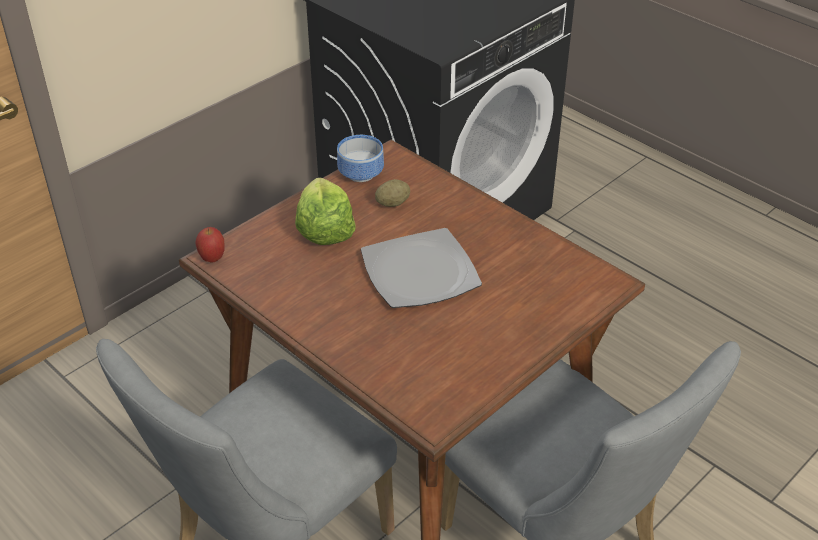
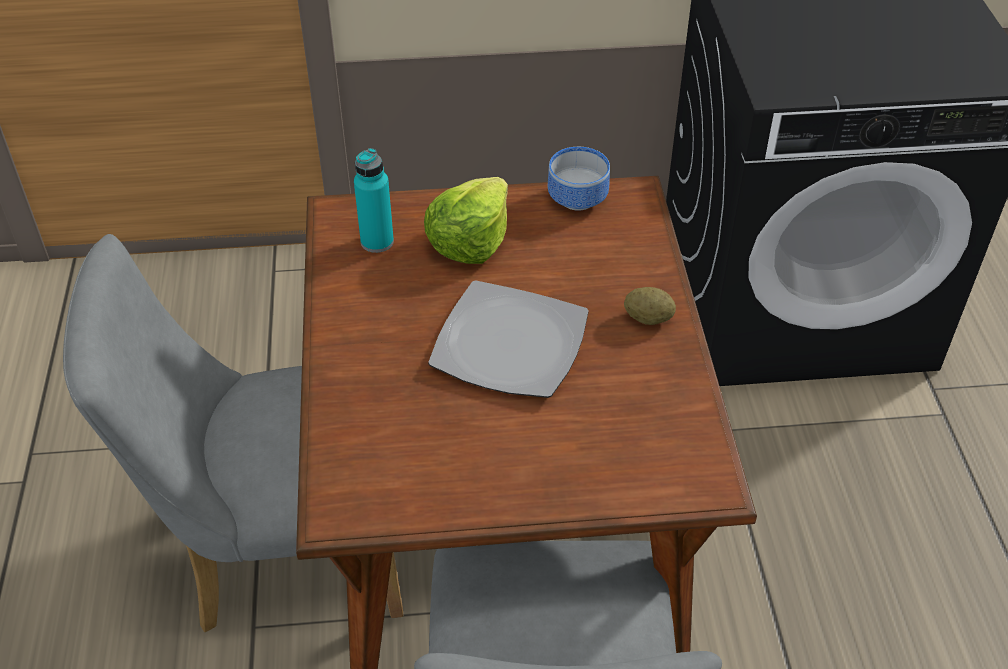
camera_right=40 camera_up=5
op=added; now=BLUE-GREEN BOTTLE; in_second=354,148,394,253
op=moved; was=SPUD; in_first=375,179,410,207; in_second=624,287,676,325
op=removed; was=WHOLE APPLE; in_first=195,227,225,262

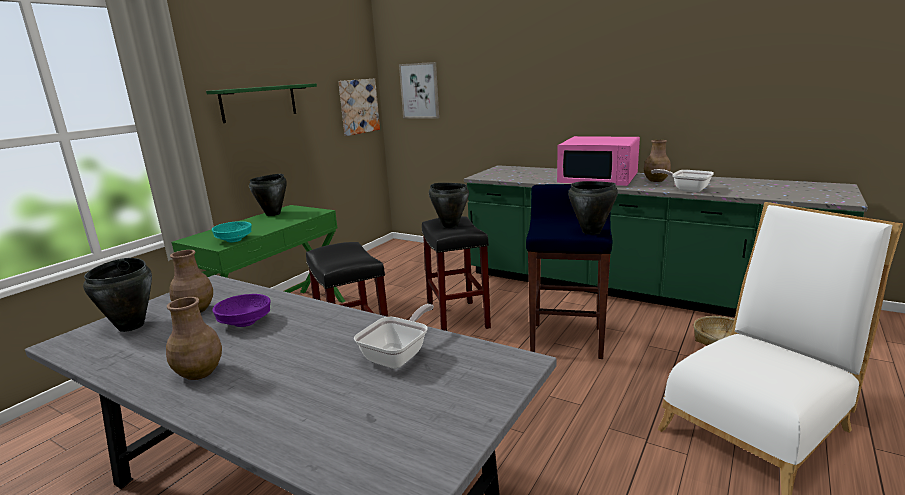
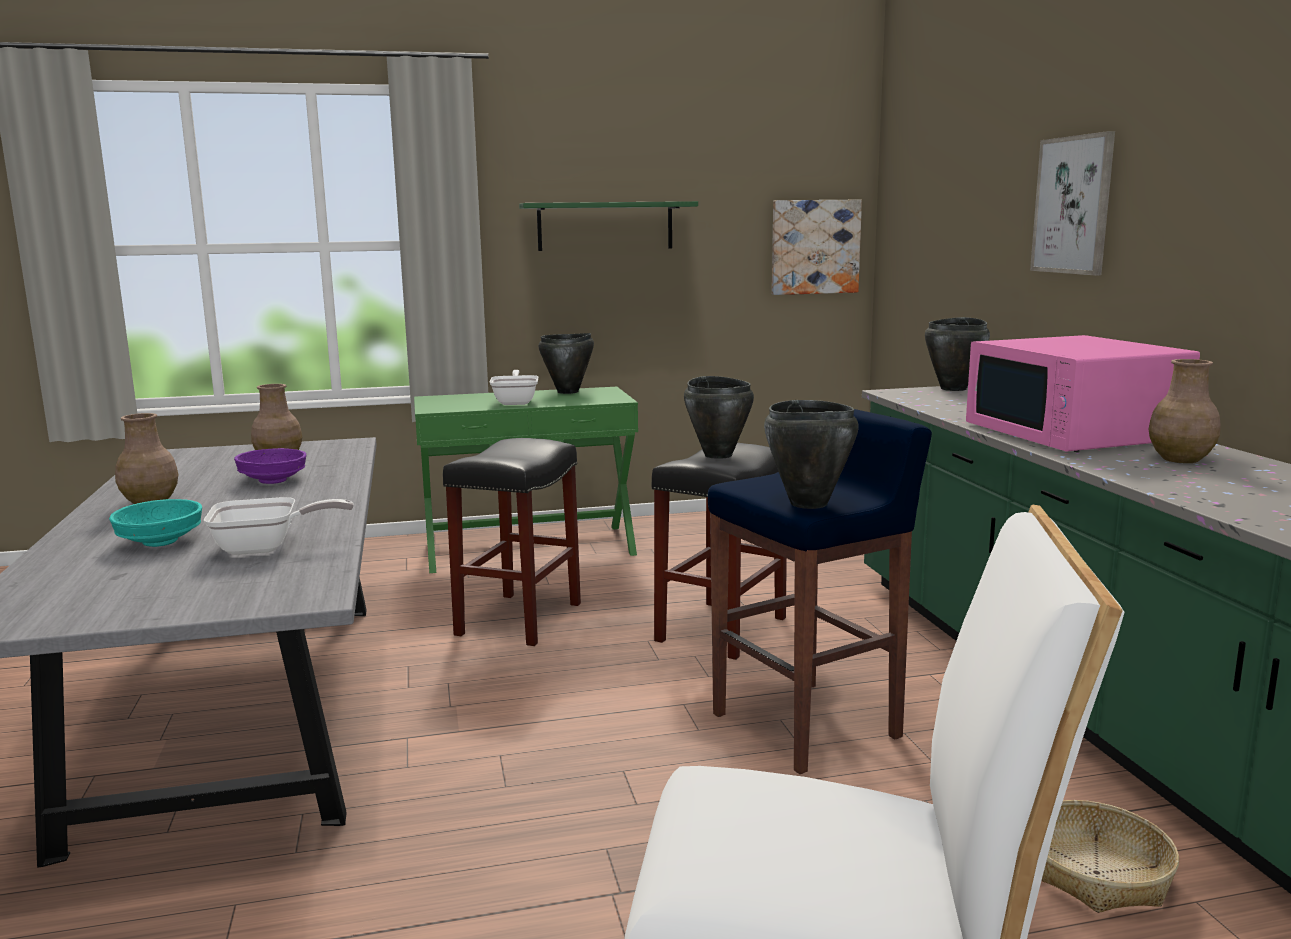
camera_right=45 camera_up=-5
op=moved; was=BLUE-GREEN SERVING BOWL; in_first=211,221,252,242; in_second=109,499,202,547
op=moved; was=PAN; in_first=651,169,714,192; in_second=490,370,538,405
op=moved; was=BLACK-COLOURED STOCKPOT; in_first=83,258,152,332; in_second=925,317,990,391
op=moved; was=WALL PICTURE; in_first=399,62,439,118; in_second=1030,131,1115,275

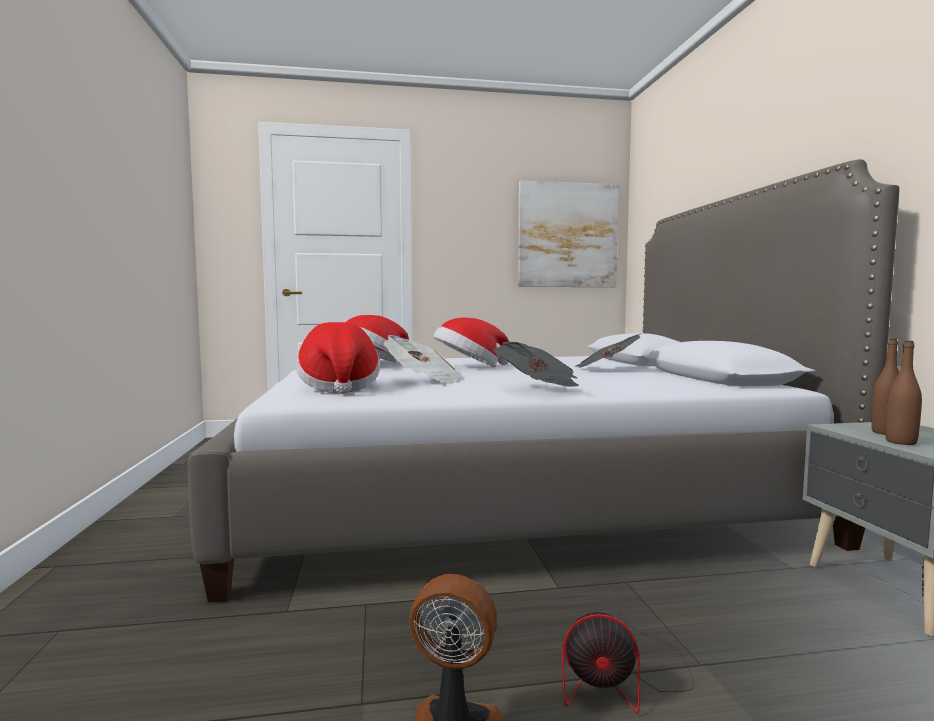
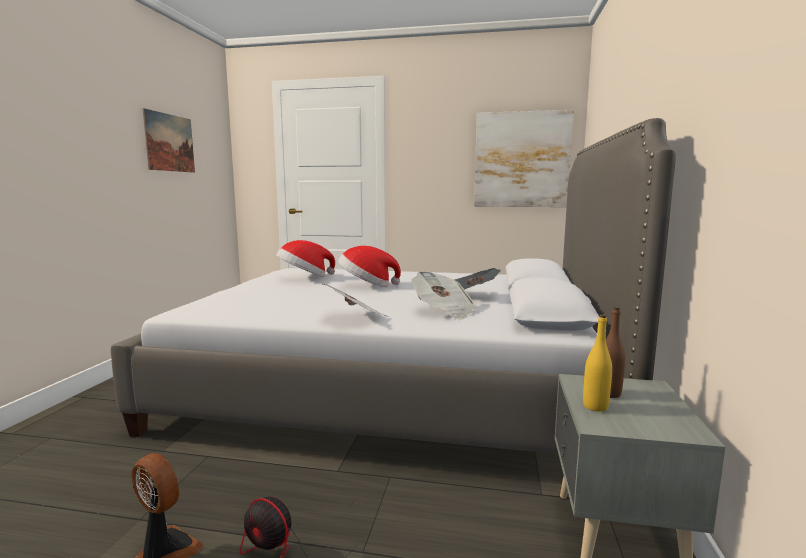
camera_right=20 camera_up=5
op=added; now=WALL PICTURE; in_second=142,108,195,173
op=moved; was=NEWSPAPER; in_first=384,335,461,385; in_second=411,271,477,320
op=recoloured; was=BROWN-COLOURED BOTTLE; now=YELLOWISH BOTTLE; in_first=885,341,922,445; in_second=583,315,612,412
op=removed; was=CLOTHING HAT; in_first=296,322,380,394

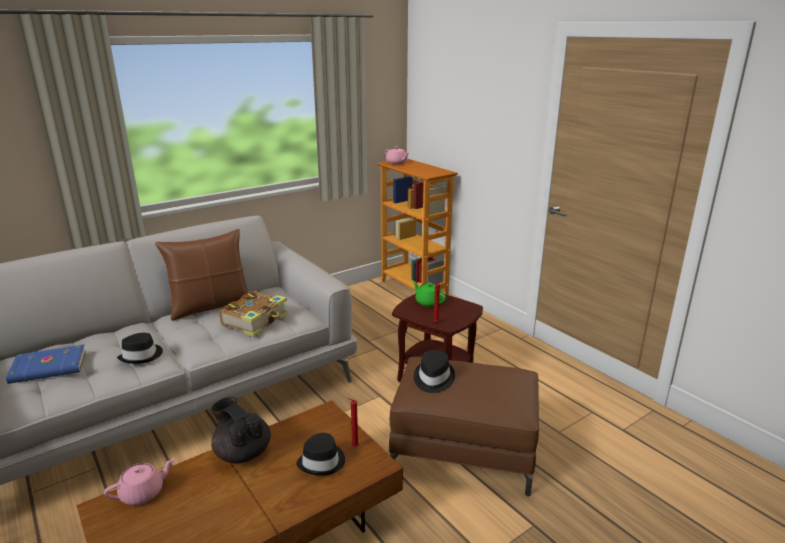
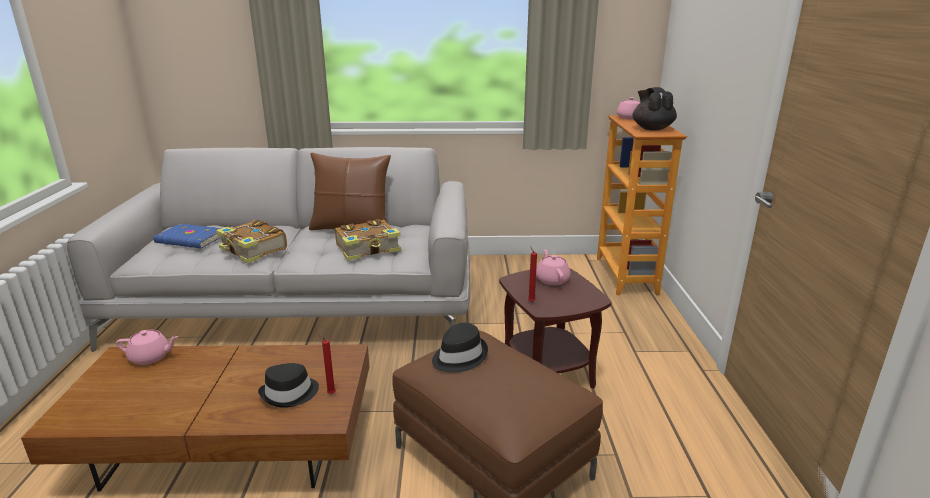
camera_right=35 camera_up=0
op=replaced; was=BLACK-COLOURED CLOTHING HAT; now=BOUND BOOK; in_first=117,333,163,364; in_second=216,220,287,263
op=recoloured; was=GREEN-COLOURED TEA POT; now=PINKISH TEA POT; in_first=412,281,446,307; in_second=536,249,570,285
op=moved; was=BLACK-COLOURED TEA POT; in_first=210,397,271,463; in_second=633,87,677,131

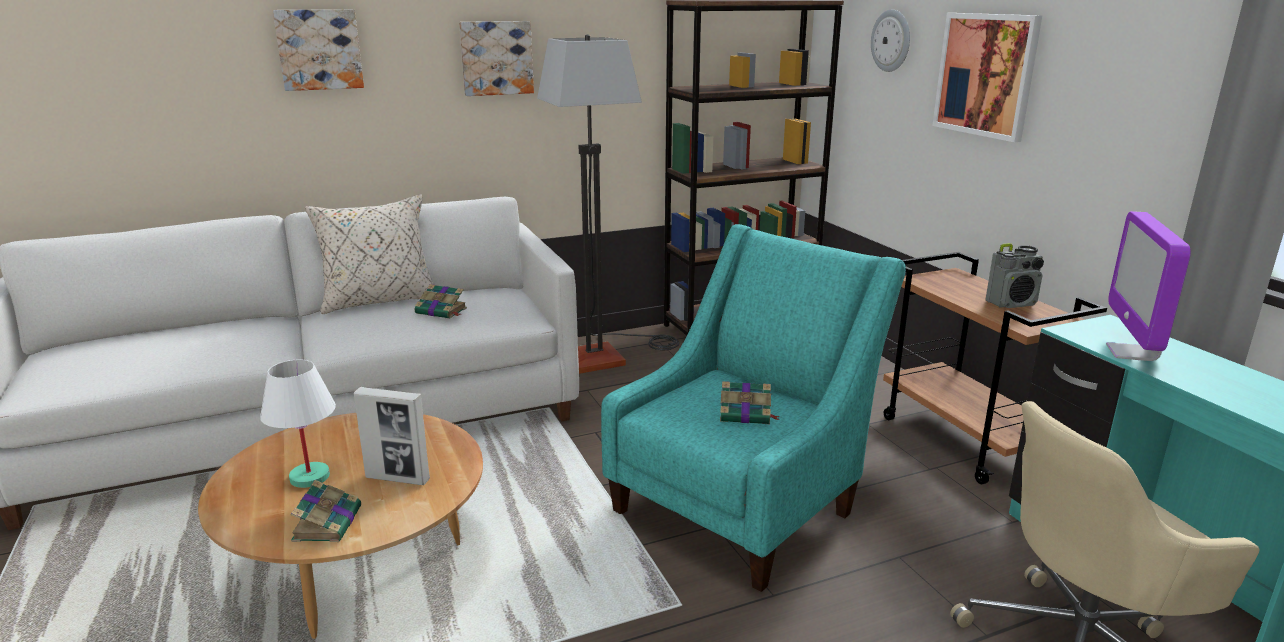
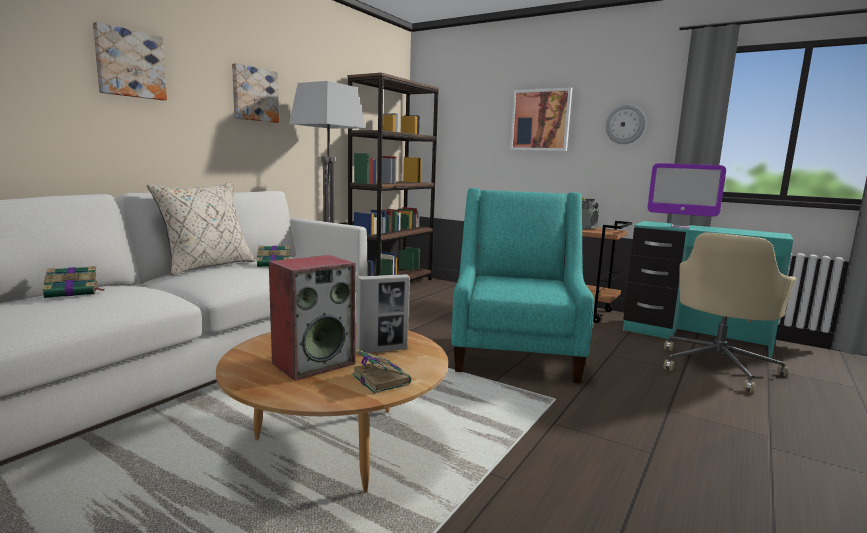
camera_right=-35 camera_up=-10
op=moved; was=BOUND BOOK; in_first=720,381,780,424; in_second=43,266,103,298
op=replaced; was=WHITISH TABLE LAMP; now=AUDIO SPEAKER; in_first=260,359,336,488; in_second=269,255,355,381
op=moved; was=HANGING CLOCK; in_first=871,9,910,72; in_second=606,105,645,144
op=turned; was=MONITOR; in_first=1106,211,1191,361; in_second=647,163,726,229; clockwise=-45

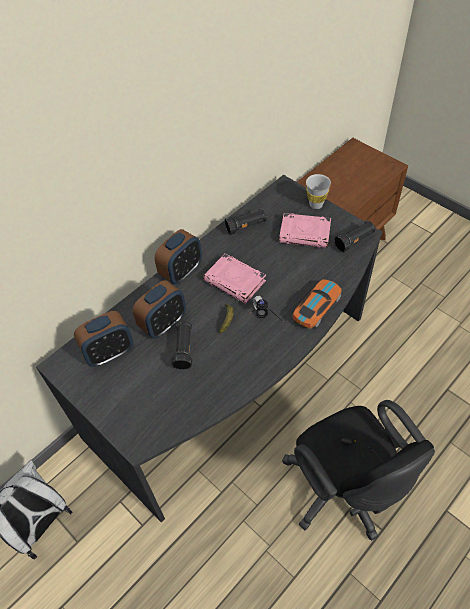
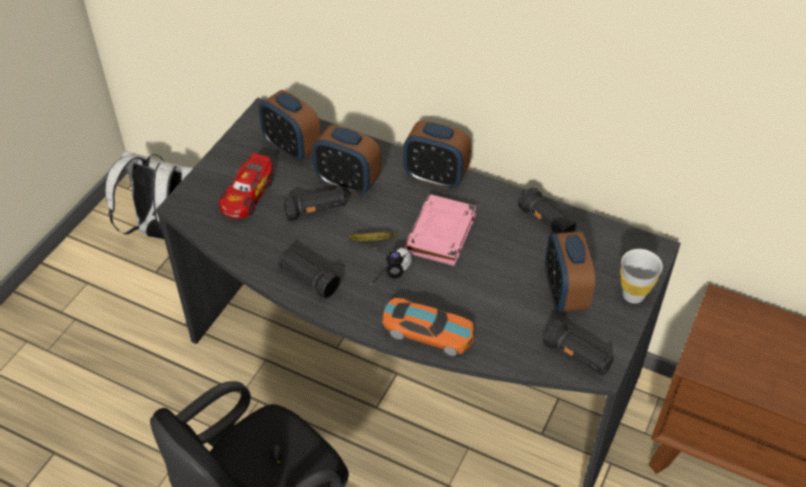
camera_right=70 camera_up=-5
op=added; now=MINIATURE CAR; in_second=219,152,273,219
op=added; now=BLACK-COLOURED TORCH; in_second=278,248,341,299
op=replaced; was=PINKISH BOUND BOOK; now=ALARM CLOCK; in_first=279,213,331,248; in_second=545,231,595,312

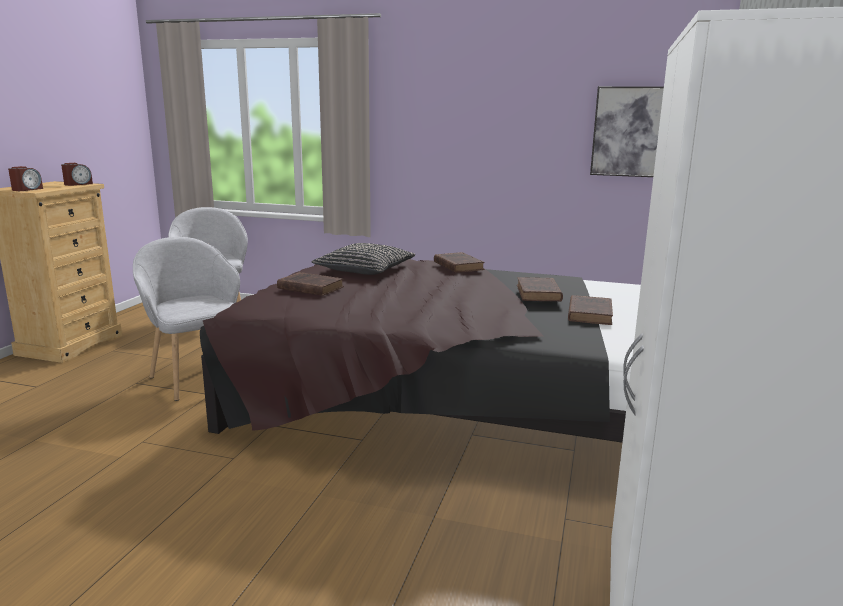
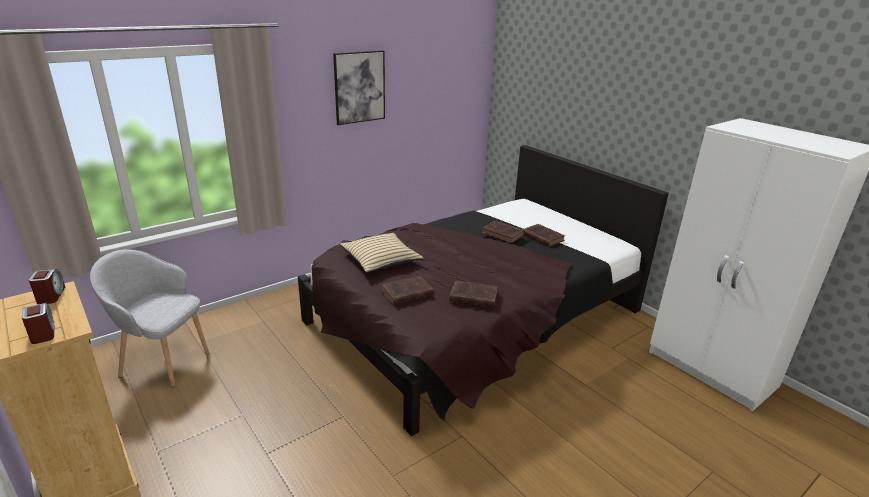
camera_right=-55 camera_up=10
op=moved; was=WALL PICTURE; in_first=590,86,664,177; in_second=333,50,385,125
op=recoloured; was=BLACK-COLOURED THROW PILLOW; now=SAND-COLOURED THROW PILLOW; in_first=312,243,415,275; in_second=340,233,424,272
op=moved; was=BROWN-COLOURED BOUND BOOK; in_first=434,252,485,273; in_second=449,280,498,308
op=removed; was=GREYISH EASY CHAIR; in_first=133,237,240,401

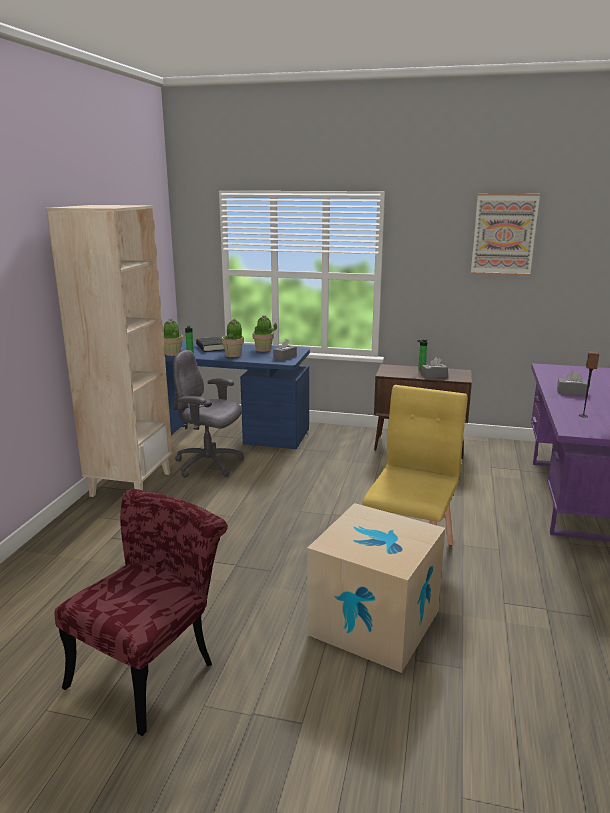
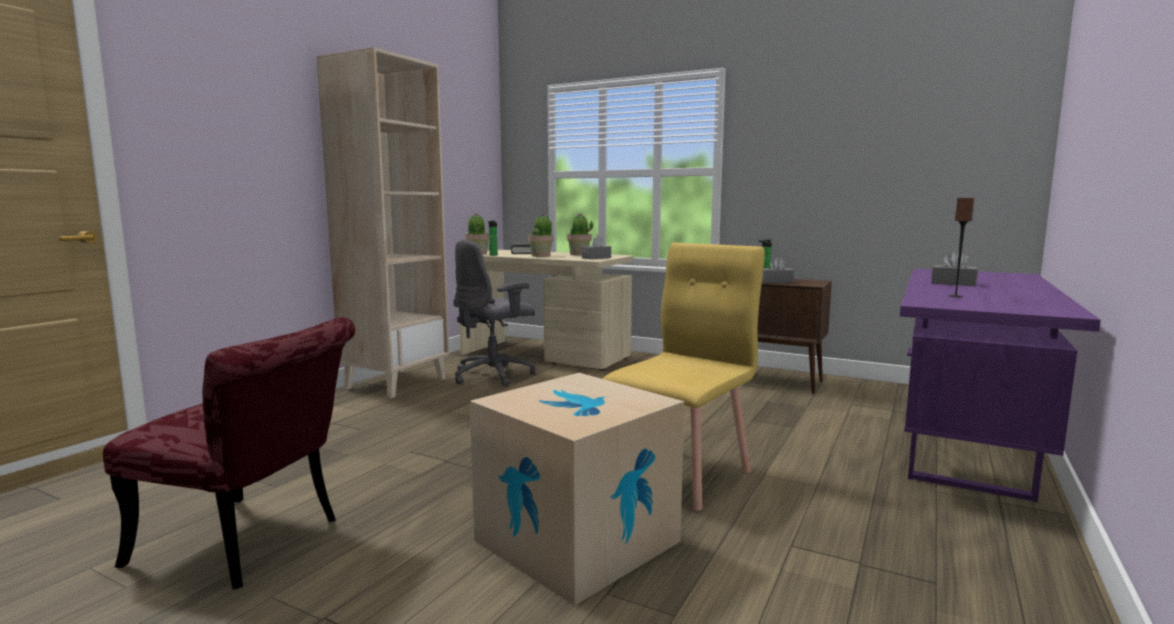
camera_right=15 camera_up=-10
op=turned; was=REDDISH UPRIGHT CHAIR; in_first=54,489,228,736; in_second=103,317,355,590; clockwise=60
op=turned; was=GREYISH OFFICE CHAIR; in_first=173,350,244,478; in_second=453,240,535,387; clockwise=-75
op=recoloured; was=BLUISH DESK; now=SAND-COLOURED DESK; in_first=165,341,310,449; in_second=459,250,634,371
op=removed; was=WALL PICTURE; in_first=471,194,540,276

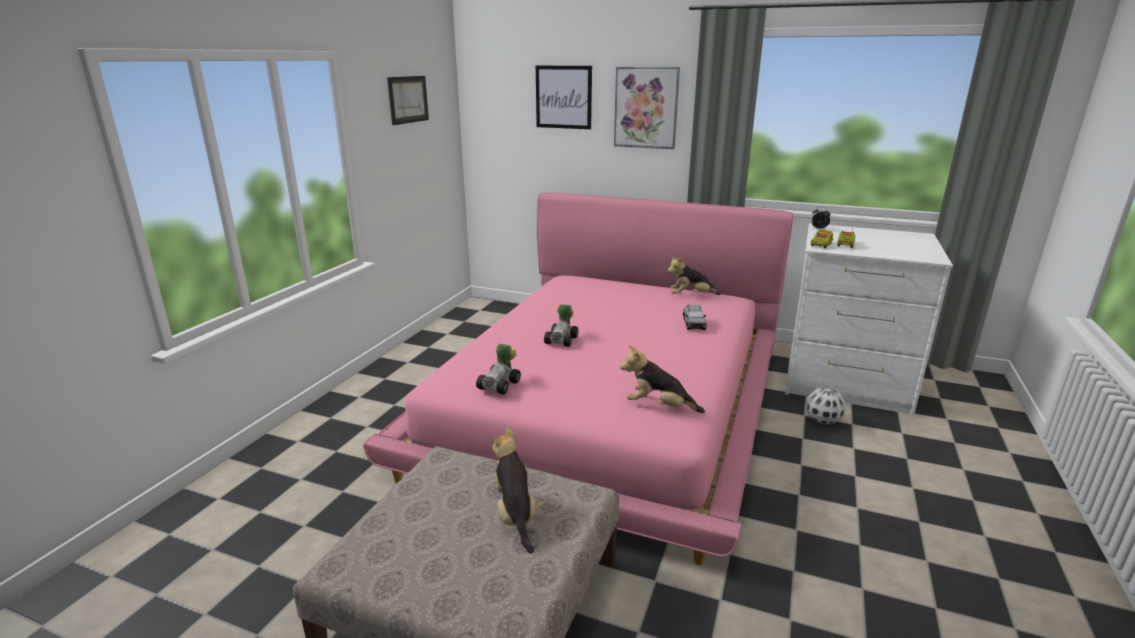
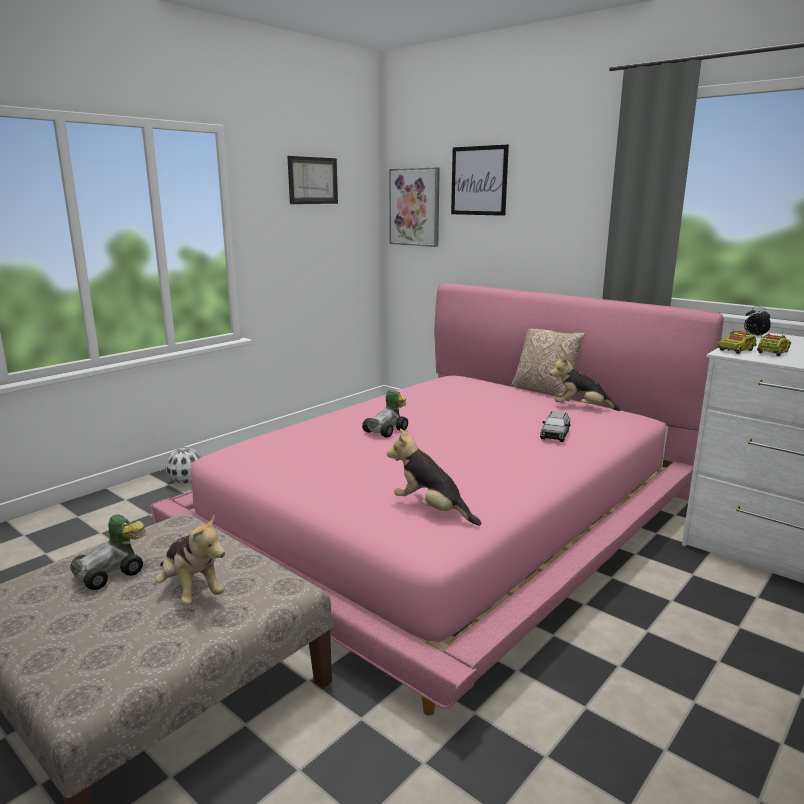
camera_right=20 camera_up=-5
op=moved; was=MINIATURE CAR; in_first=476,344,521,394; in_second=70,514,147,590
op=turned; was=PLUSH TOY; in_first=492,427,543,554; in_second=155,515,225,604; clockwise=135
op=moved; was=FOOTBALL BALL; in_first=806,387,846,424; in_second=165,447,202,484
op=moved; was=WALL PICTURE; in_first=614,67,680,149; in_second=389,167,440,247
op=added; now=THROW PILLOW; in_second=511,329,586,401

